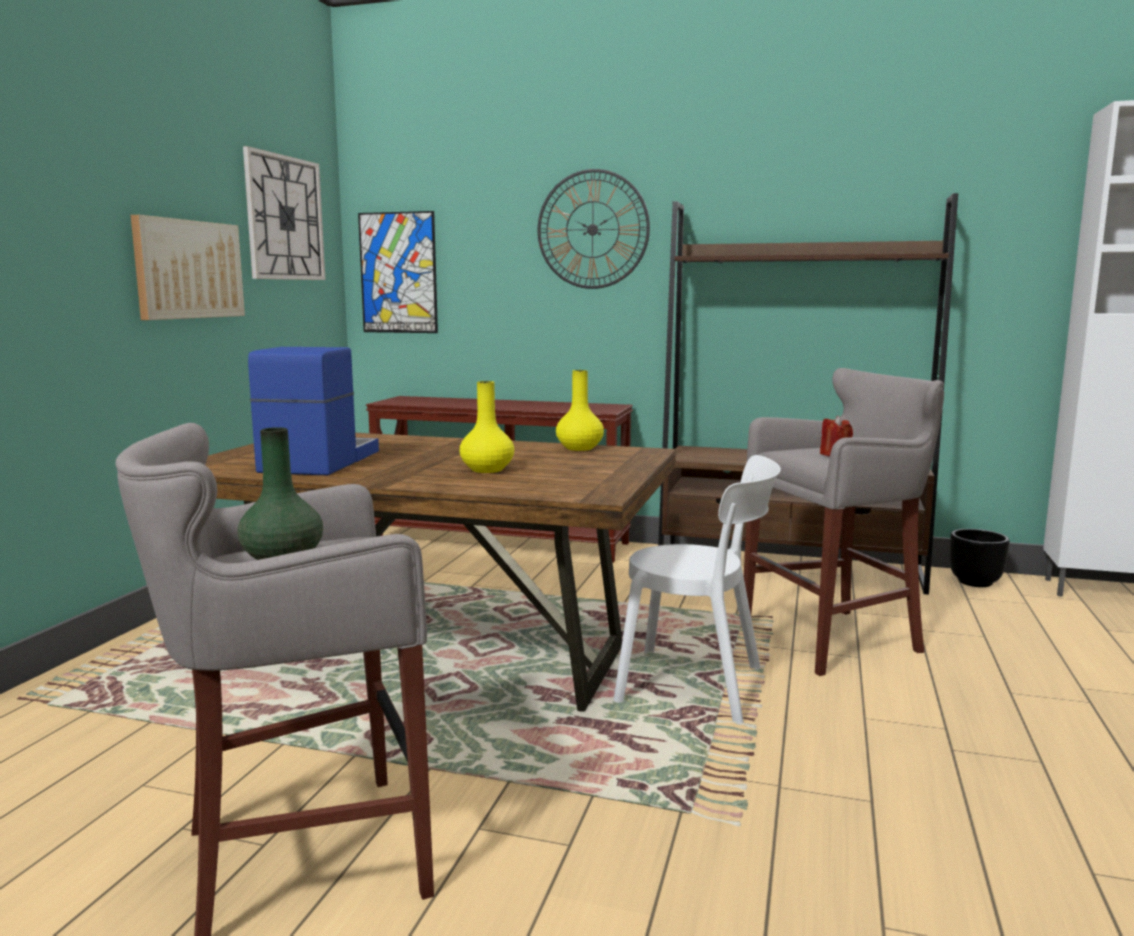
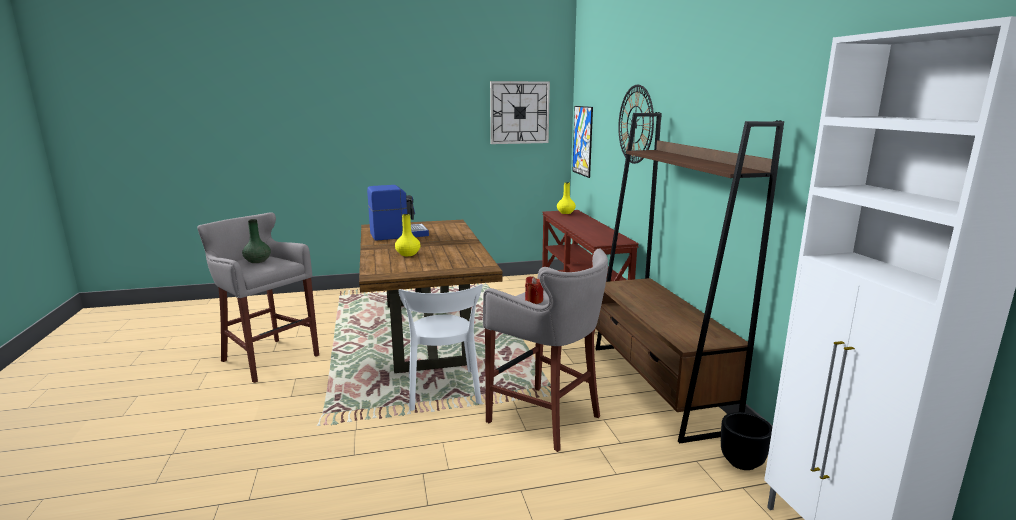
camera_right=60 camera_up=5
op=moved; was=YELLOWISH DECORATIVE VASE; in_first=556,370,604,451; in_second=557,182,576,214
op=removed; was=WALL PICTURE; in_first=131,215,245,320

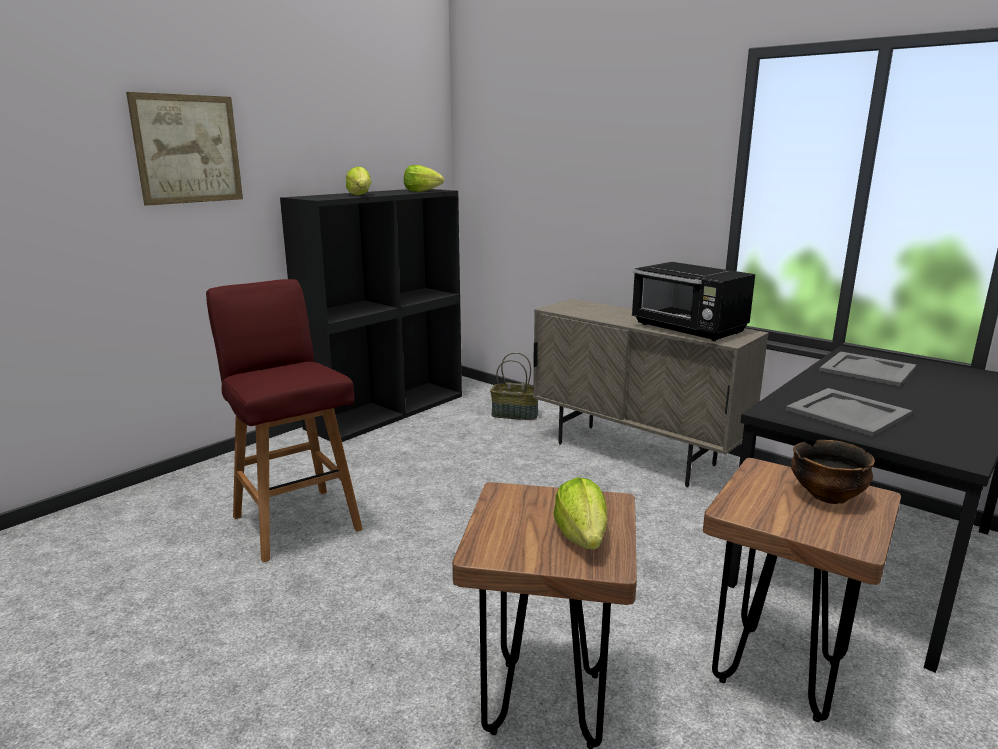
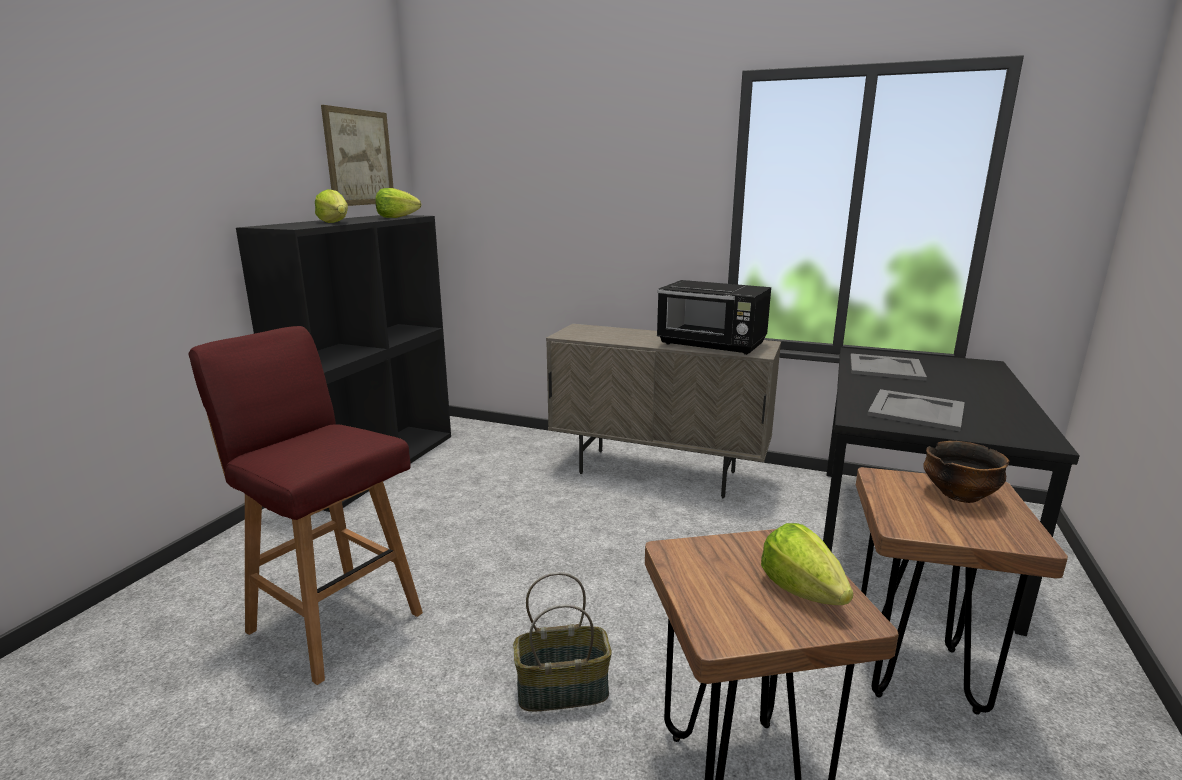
camera_right=-20 camera_up=0
op=moved; was=WALL PICTURE; in_first=126,92,243,206; in_second=321,105,394,206
op=moved; was=BASKET; in_first=490,352,538,420; in_second=513,572,612,711

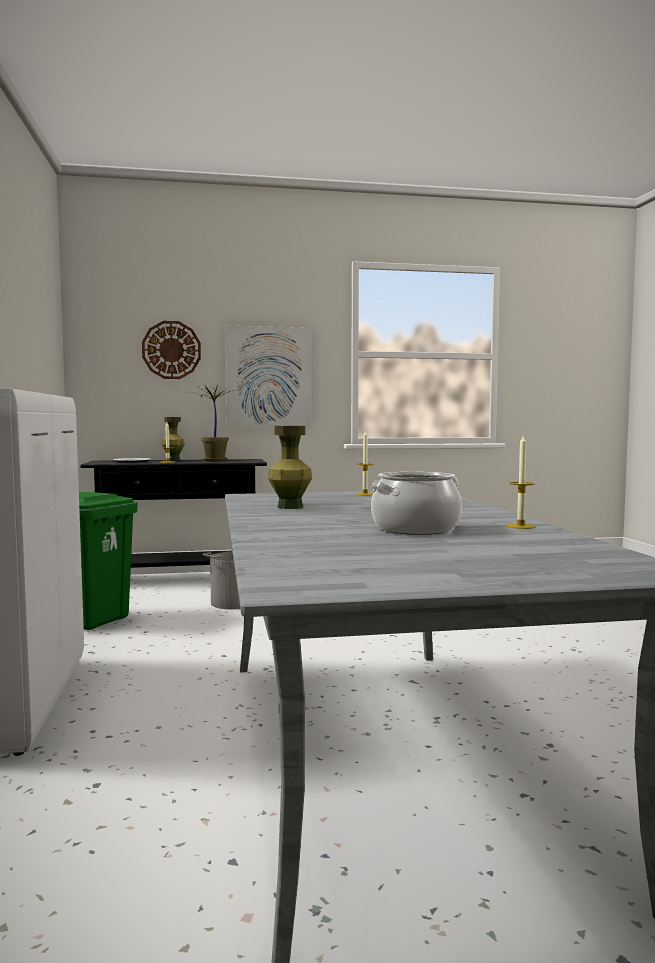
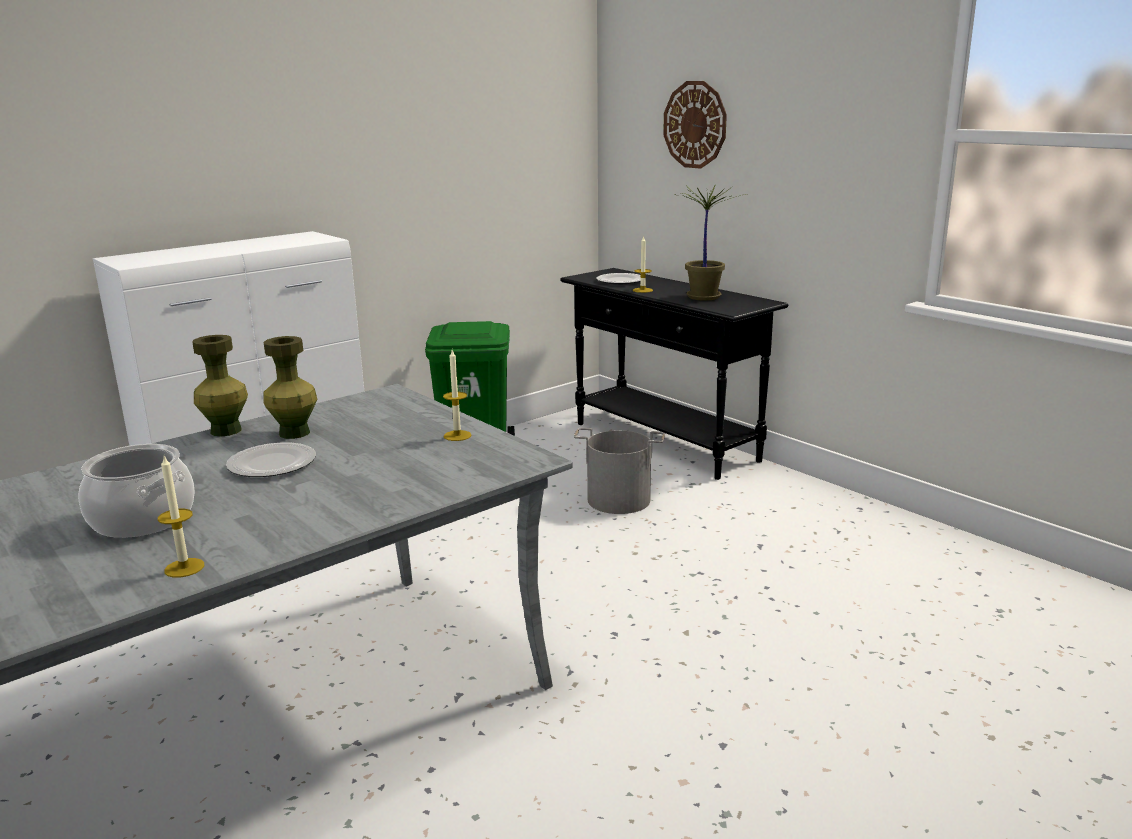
camera_right=60 camera_up=15
op=moved; was=GREEN-COLOURED DECORATIVE VASE; in_first=162,417,185,460; in_second=192,335,248,436
op=added; now=FLAT DISH; in_second=226,443,316,477
op=removed; was=WALL PICTURE; in_first=226,326,311,427

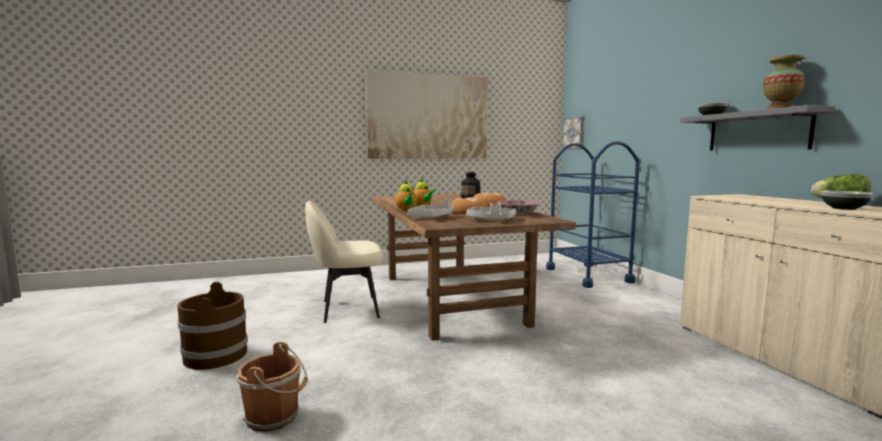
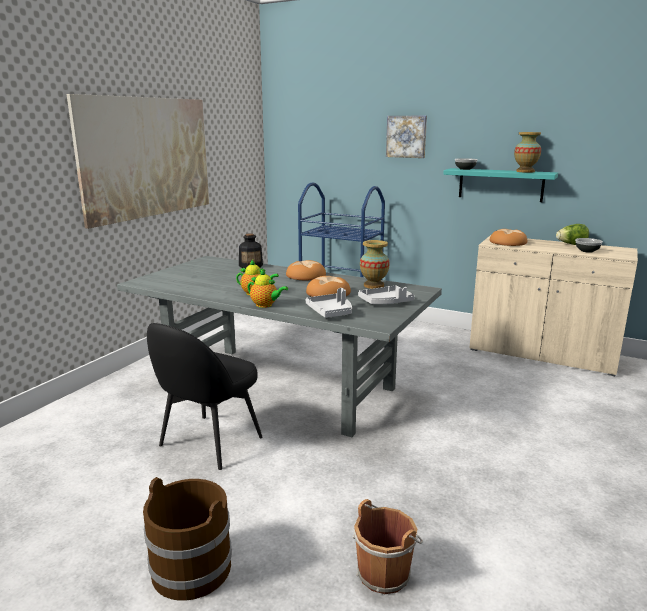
camera_right=-45 camera_up=10
op=recoloured; was=BROWN-COLOURED KITCHEN TABLE; now=GREYISH KITCHEN TABLE; in_first=372,194,576,340; in_second=117,256,442,437
op=recoloured; was=SAND-COLOURED UPRIGHT CHAIR; now=BLACK-COLOURED UPRIGHT CHAIR; in_first=305,201,383,323; in_second=147,323,263,470
op=replaced; was=SERVING BOWL; now=DECORATIVE VASE; in_first=497,200,540,214; in_second=360,240,390,289
op=moved; was=WALL PICTURE; in_first=562,116,585,150; in_second=386,116,427,158
op=recoloured; was=GREYISH SHELF; now=BLUE-GREEN SHELF; in_first=680,105,835,151; in_second=443,168,558,202
op=added; now=BAKERY BREAD; in_second=490,229,527,246

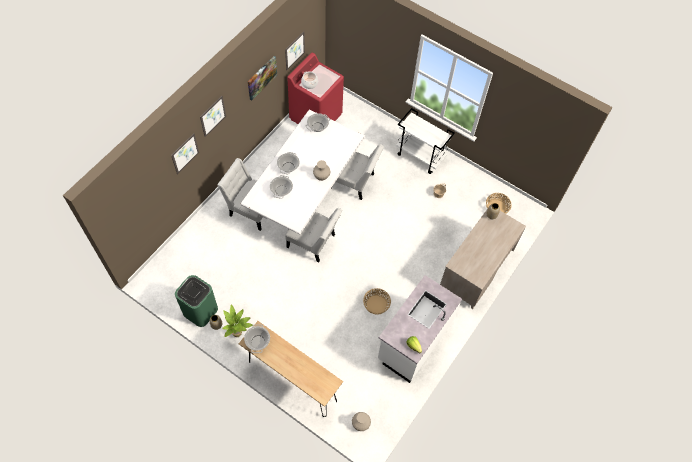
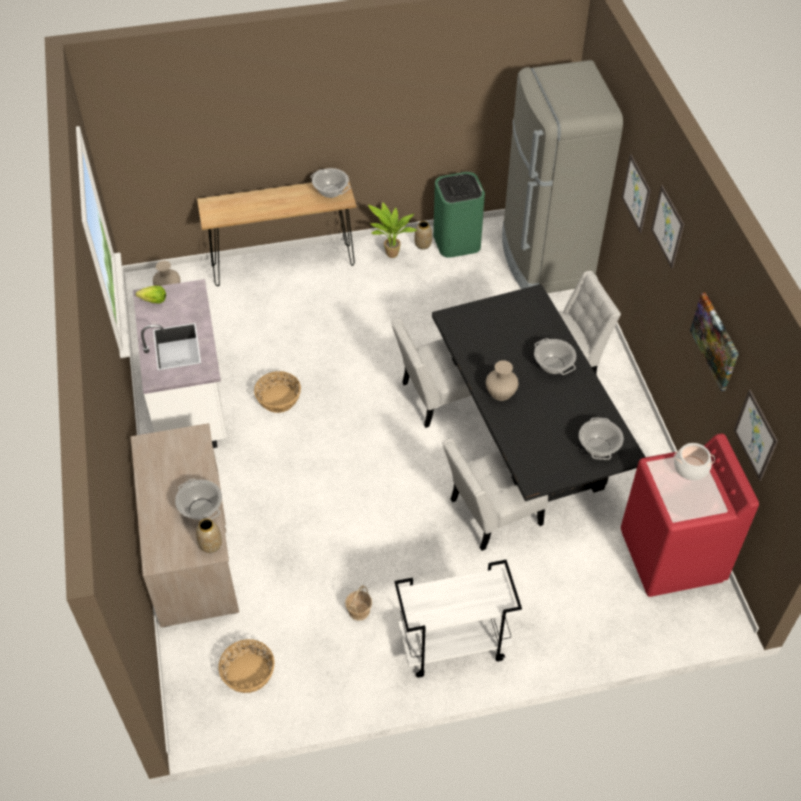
camera_right=135 camera_up=-10
op=moved; was=STOCKPOT; in_first=270,175,293,199; in_second=175,479,222,520
op=recoloured; was=WHITISH KITCHEN TABLE; now=BLACK-COLOURED KITCHEN TABLE; in_first=241,110,365,234; in_second=432,284,645,502
op=added; now=GREYISH REFRIGERATOR; in_second=502,60,623,293

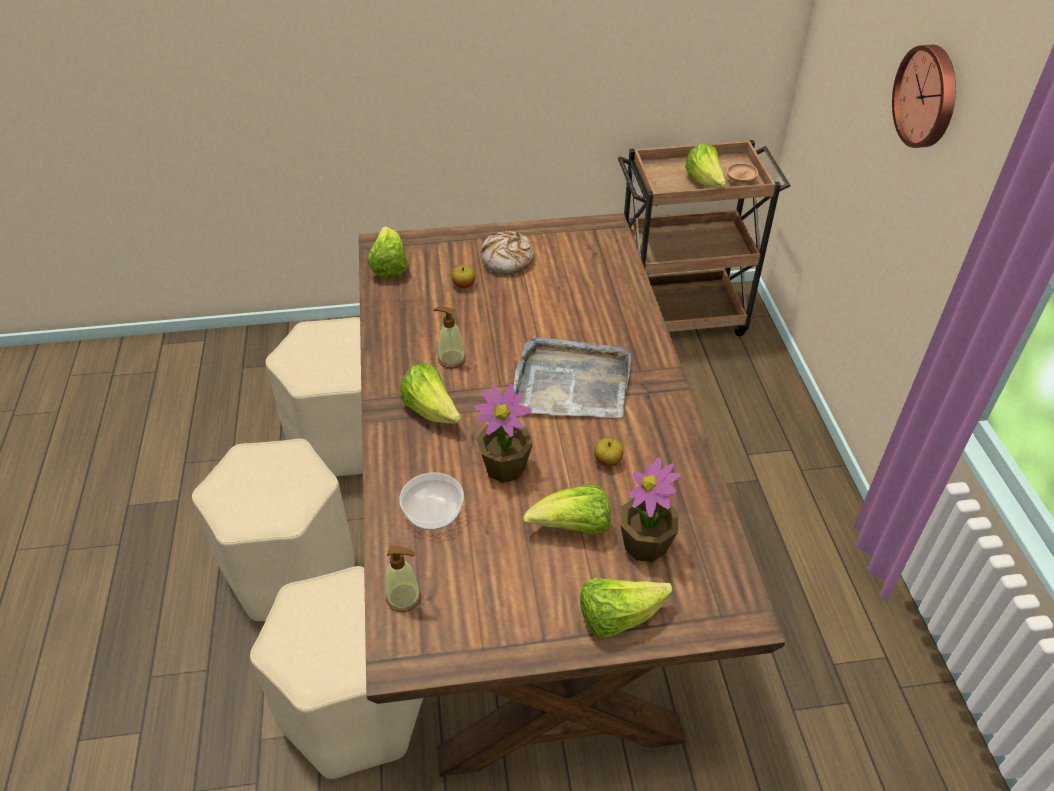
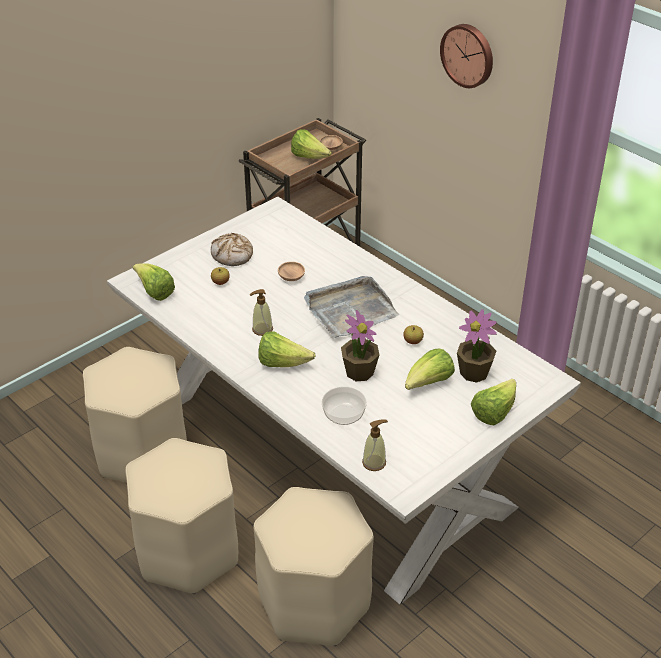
camera_right=-35 camera_up=-5
op=recoloured; was=BROWN-COLOURED KITCHEN TABLE; now=WHITISH KITCHEN TABLE; in_first=359,213,785,777; in_second=107,197,581,604
op=added; now=BROWN-COLOURED SERVING BOWL; in_second=278,262,305,281

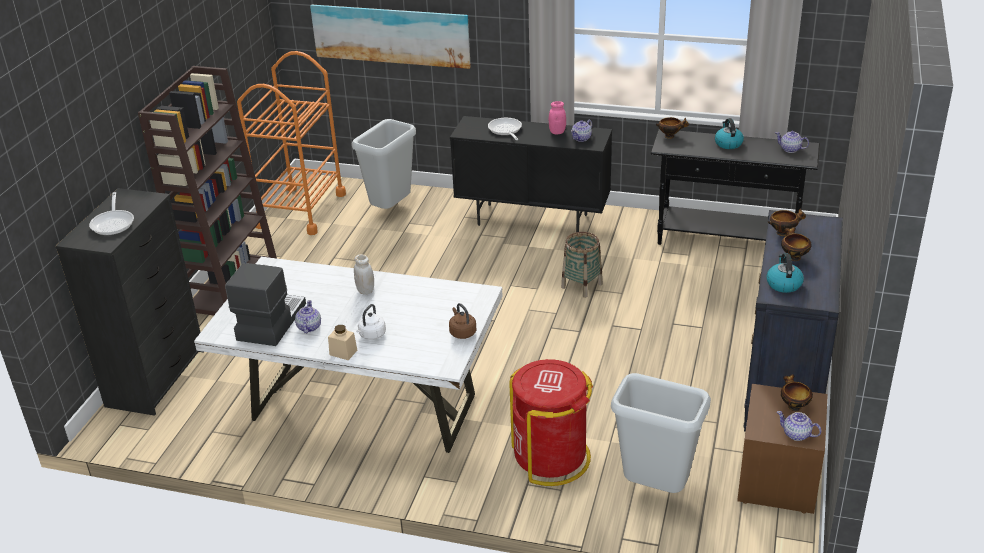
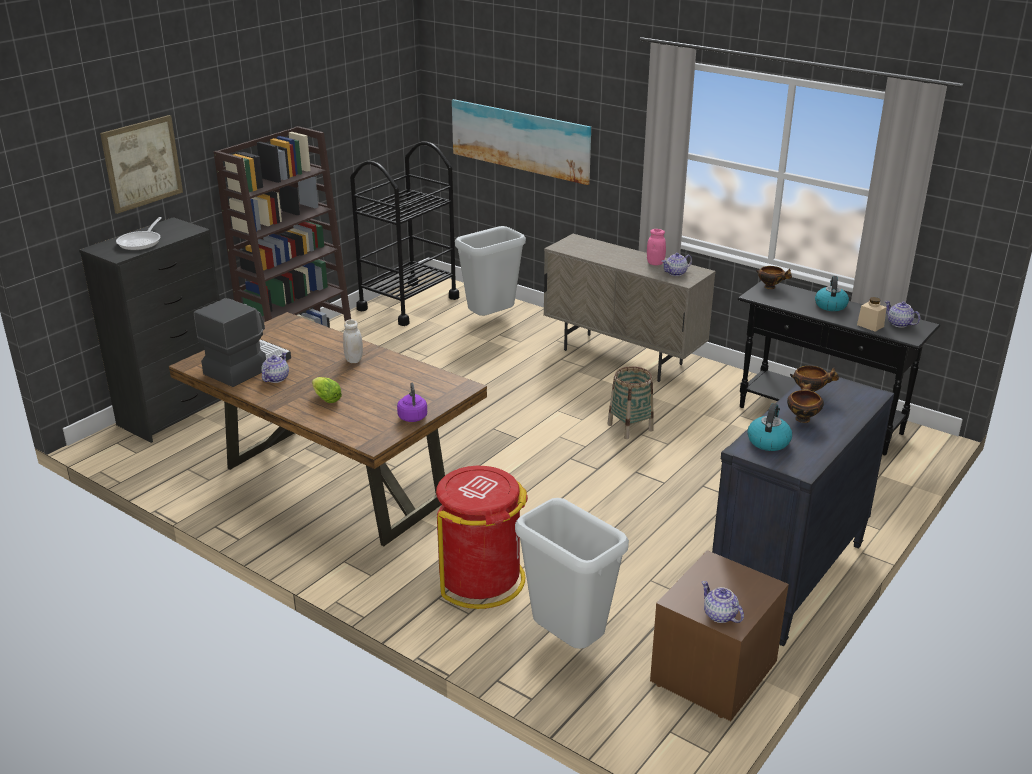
camera_right=20 camera_up=-5
op=added; now=WALL PICTURE; in_second=100,115,183,214
op=recoloured; was=WHITISH KITCHEN TABLE; now=BROWN-COLOURED KITCHEN TABLE; in_first=194,257,503,453; in_second=169,312,487,546
op=replaced; was=WHITISH TEA KETTLE; now=LETTUCE HEAD; in_first=356,304,386,340; in_second=312,377,342,403
op=recoloured; was=ORANGE-COLOURED WHEELED CART; now=BLACK-COLOURED WHEELED CART; in_first=237,51,346,235; in_second=350,141,459,326
op=recoloured; was=BROWN-COLOURED TEA KETTLE; now=PURPLISH TEA KETTLE; in_first=449,303,476,339; in_second=397,383,427,422
op=recoloured; was=BLACK-COLOURED CUPBOARD; now=SAND-COLOURED CUPBOARD; in_first=450,116,612,232; in_second=543,234,716,382
op=moved; was=SAND-COLOURED JAR; in_first=328,325,357,360; in_second=857,297,887,332
op=removed; was=PAN; in_first=488,118,522,140
op=removed; was=SERVING BOWL; in_first=781,374,813,411

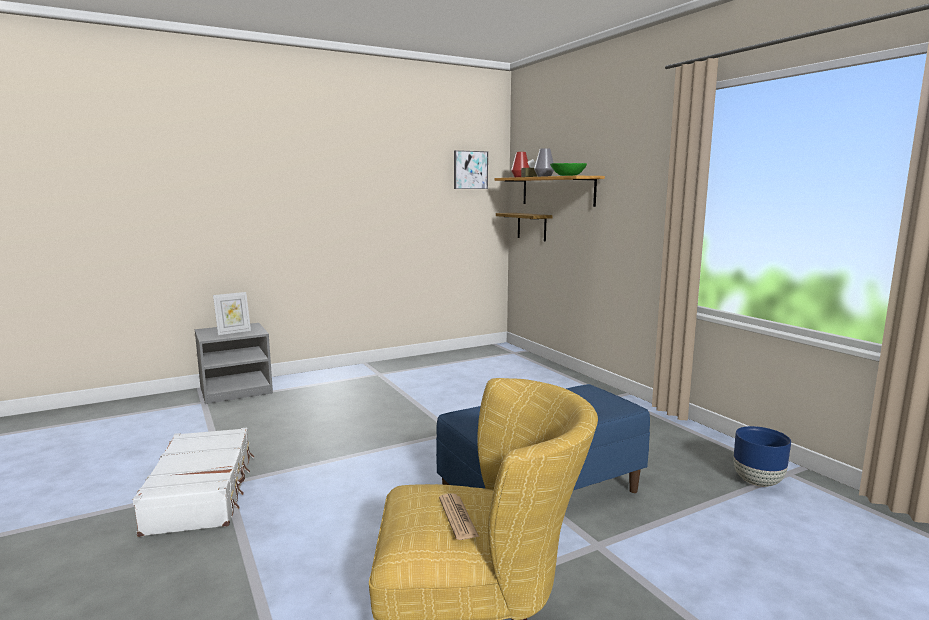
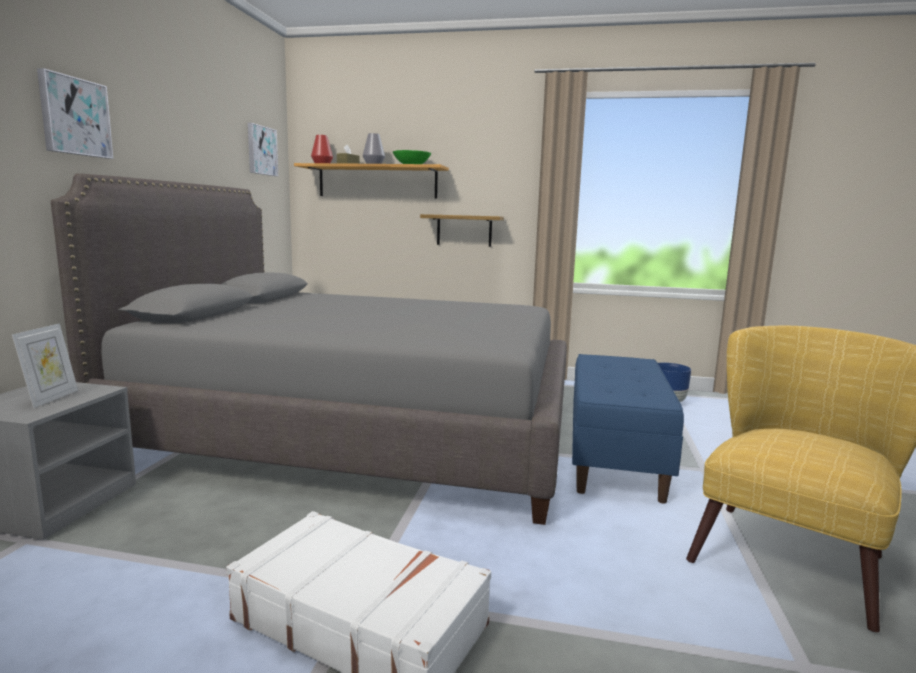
camera_right=-50 camera_up=0
op=added; now=WALL PICTURE; in_second=37,68,113,159
op=added; now=GREYISH BED; in_second=51,173,567,525
op=moved; was=SHELF; in_first=496,213,553,241; in_second=420,214,504,247
op=removed; was=NEWSPAPER; in_first=439,493,479,540

